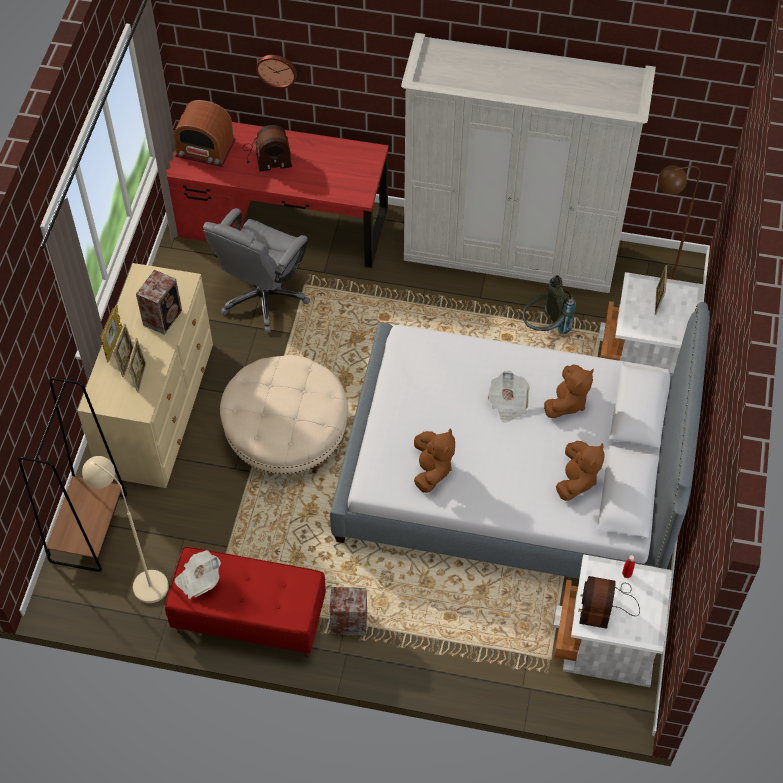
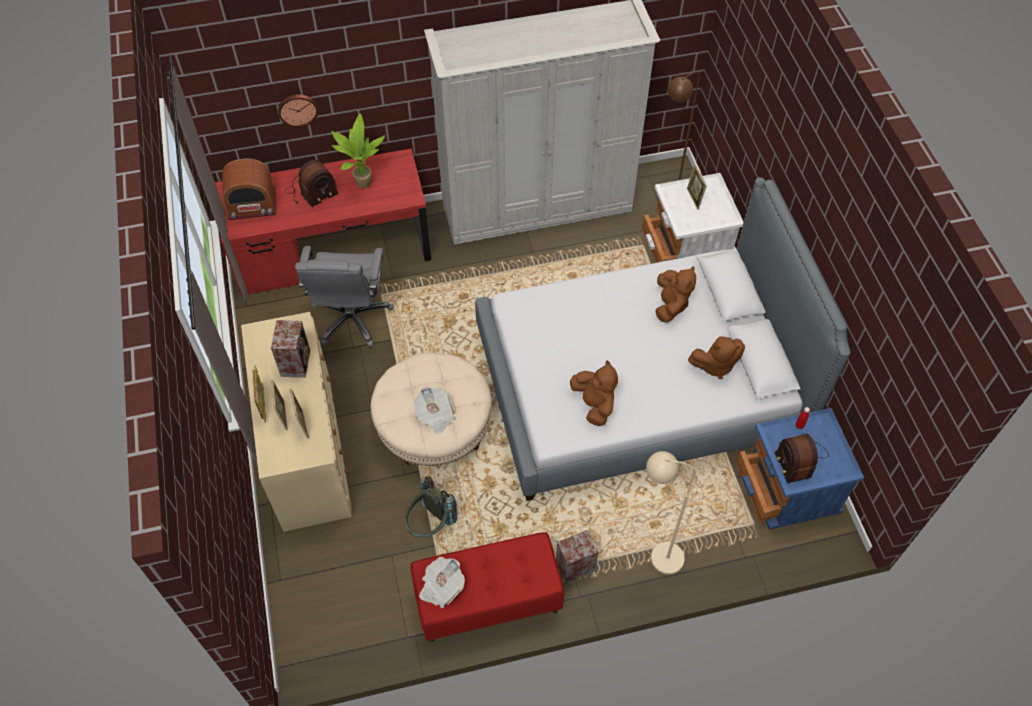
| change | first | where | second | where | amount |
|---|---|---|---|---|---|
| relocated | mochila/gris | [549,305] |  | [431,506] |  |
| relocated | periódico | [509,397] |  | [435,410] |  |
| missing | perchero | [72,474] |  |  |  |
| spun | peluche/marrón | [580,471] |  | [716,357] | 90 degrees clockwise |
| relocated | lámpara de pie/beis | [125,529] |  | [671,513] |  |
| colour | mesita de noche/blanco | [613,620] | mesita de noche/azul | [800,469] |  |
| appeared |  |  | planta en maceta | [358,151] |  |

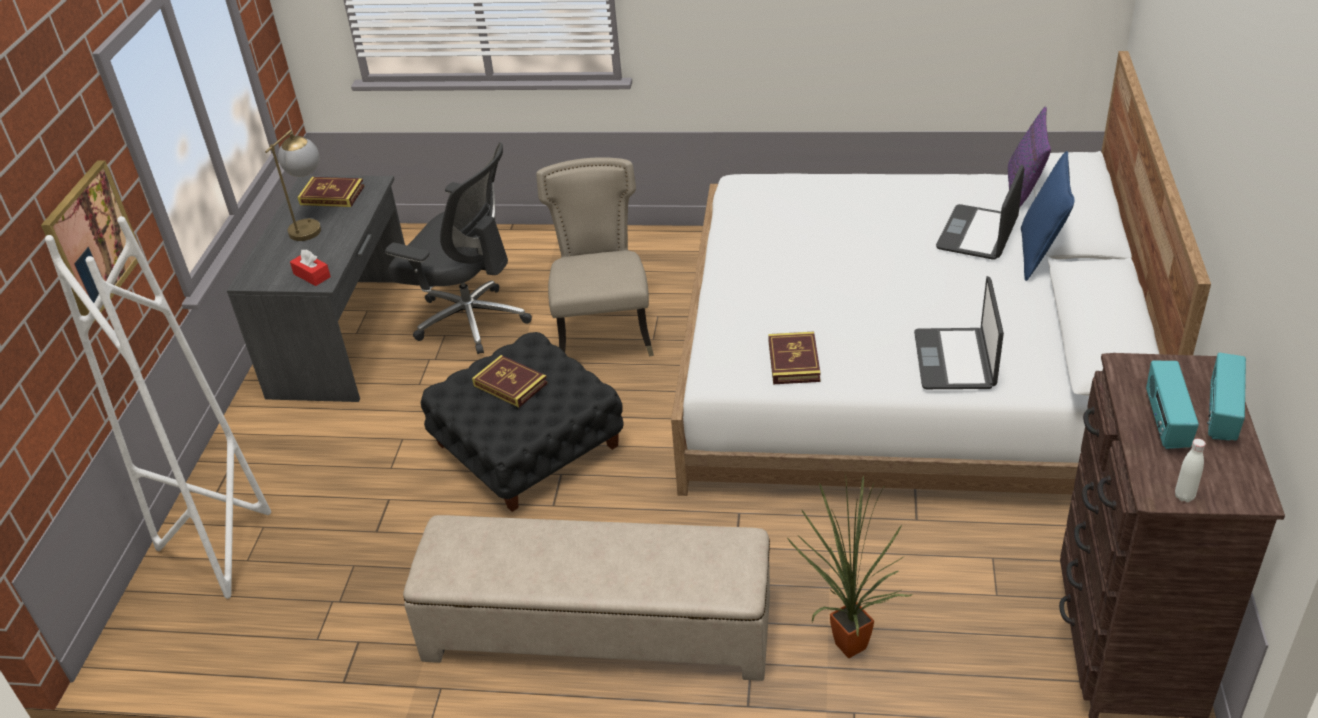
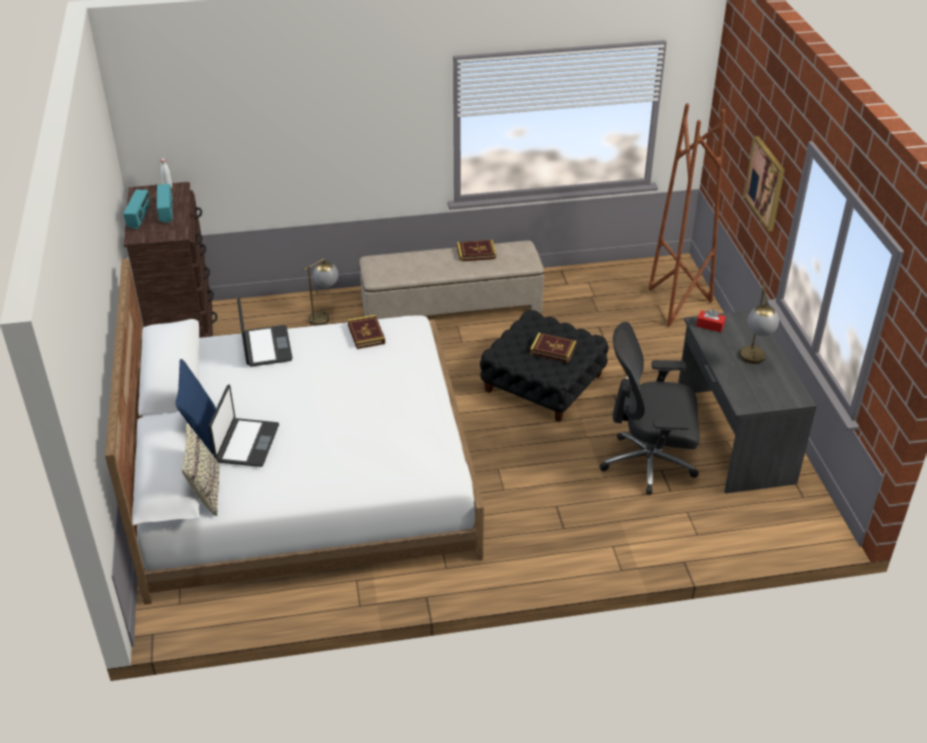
| change | first | where | second | where | amount |
|---|---|---|---|---|---|
| colour | cojín/morado | [1029,157] | cojín/beis | [200,469] |  |
| missing | silla/beis | [595,256] |  |  |  |
| relocated | libro | [331,192] |  | [476,251] |  |
| colour | perchero/blanco | [158,407] | perchero/marrón | [687,214] |  |
| exchanged | planta en maceta | [850,566] | lámpara de mesa | [320,292] |  |

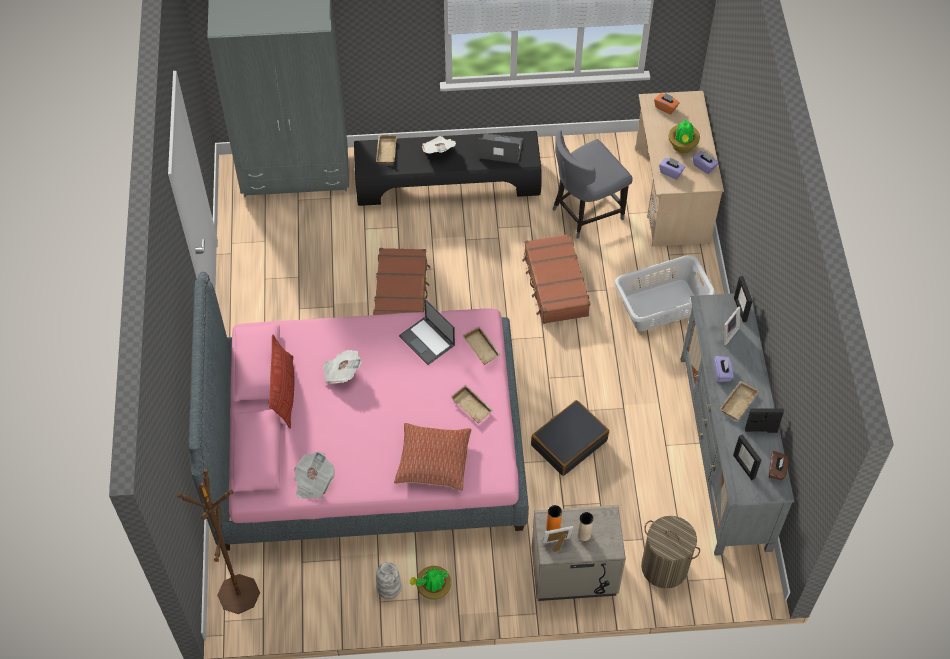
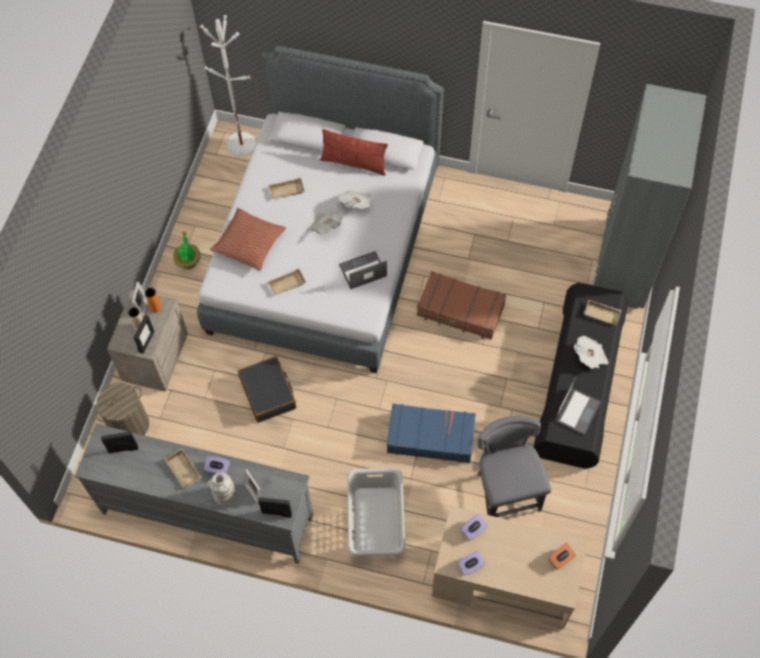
| change | first | where | second | where | amount |
|---|---|---|---|---|---|
| missing | planta en maceta | [684,136] |  |  |  |
| colour | maleta/marrón | [556,279] | maleta/azul | [431,433] |  |
| colour | cama/rosa | [359,411] | cama/gris | [320,209] |  |
| relocated | bandeja/beis | [481,346] |  | [287,188] |  |
| relocated | portarretratos | [764,420] |  | [144,334] |  |
| missing | caja de pañuelos/marrón | [779,465] |  |  |  |
| relocated | periódico | [314,475] |  | [327,223] |  |
| colour | perchero/marrón | [218,541] | perchero/blanco | [228,86] |  |
| relocated | florero/blanco | [389,580] |  | [221,489] |  |

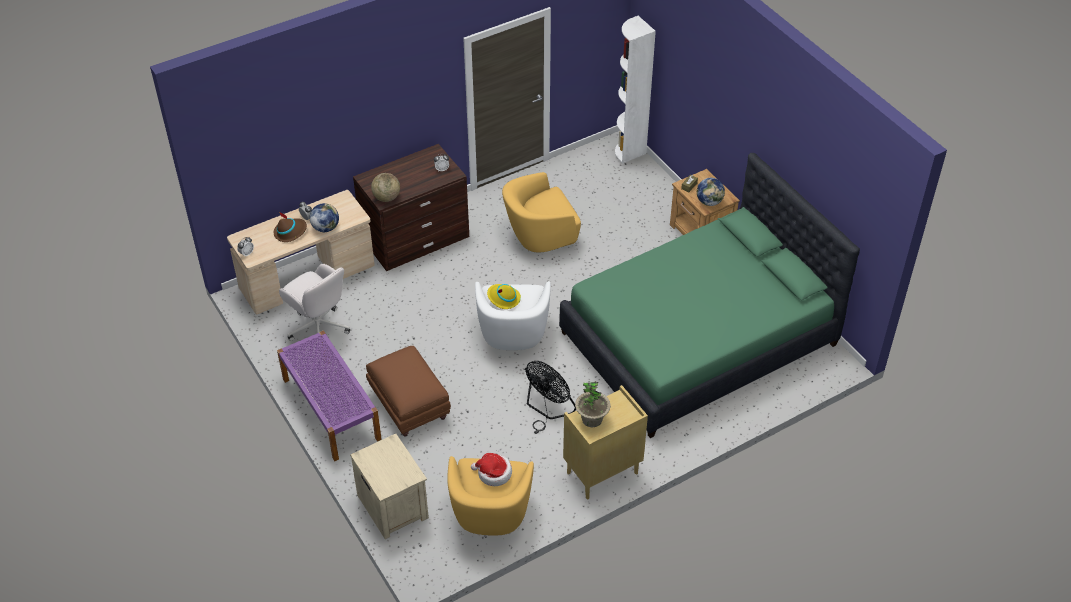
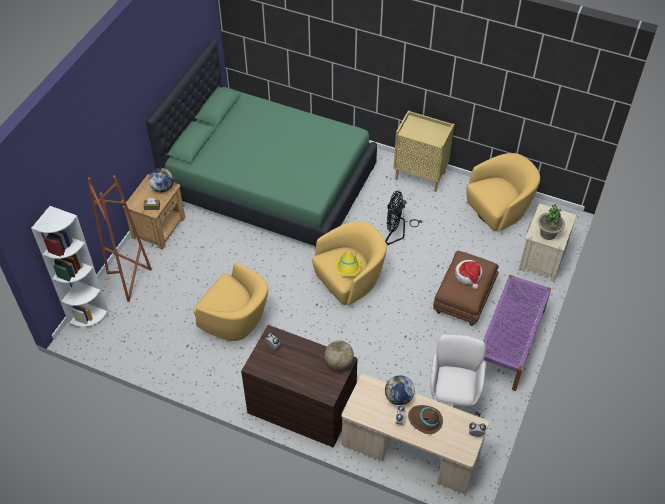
| change | first | where | second | where | amount |
|---|---|---|---|---|---|
| colour | sillón/blanco | [513,315] | sillón/amarillo | [349,263] |  |
| relocated | planta en maceta | [593,404] |  | [551,222] |  |
| relocated | sombrero | [491,469] |  | [468,274] |  |
| appeared |  |  | perchero/marrón | [120,238] |  |

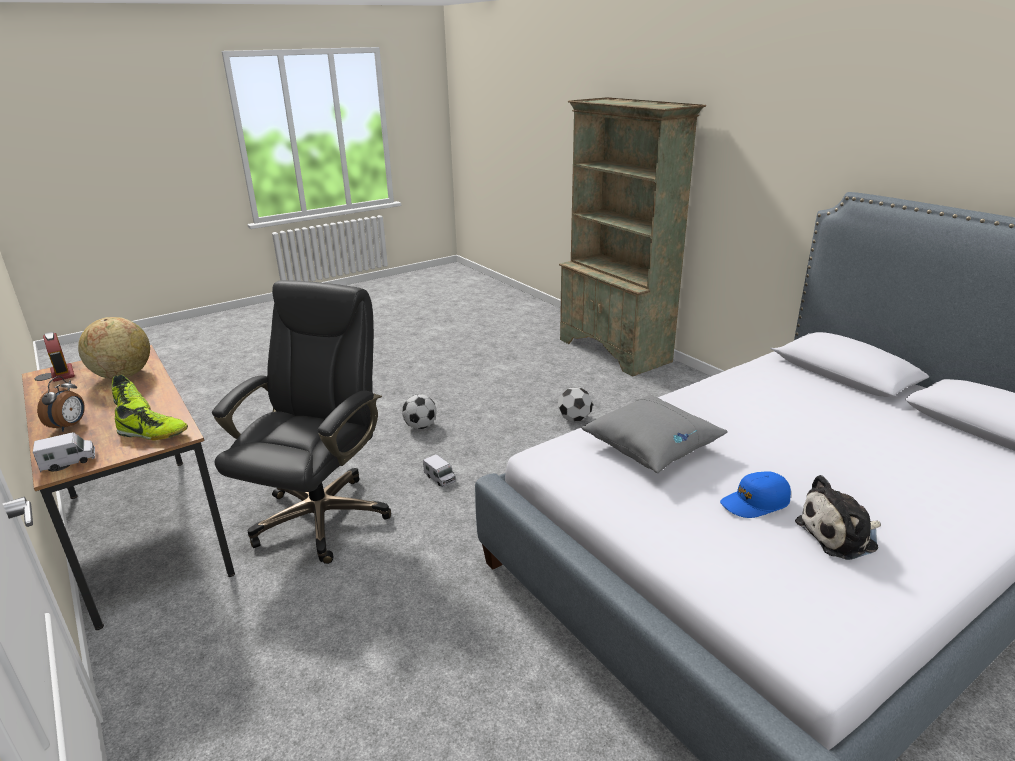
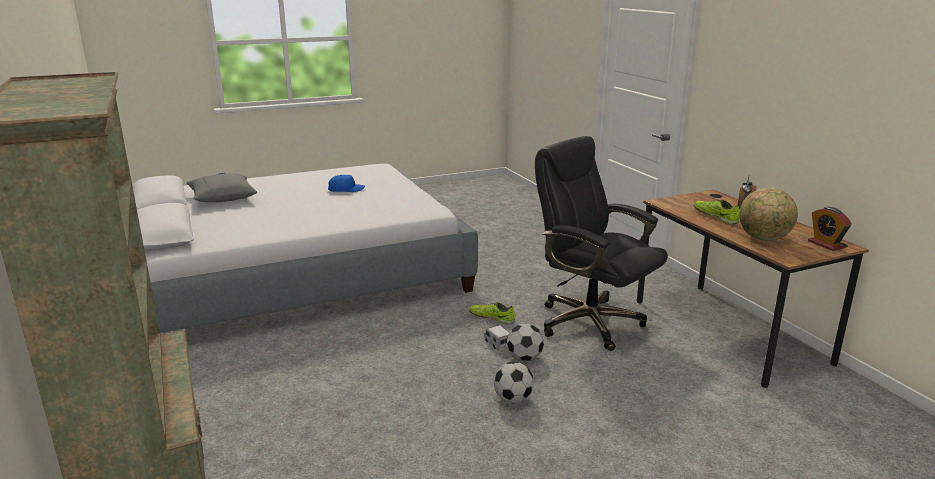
| change | first | where | second | where | amount |
|---|---|---|---|---|---|
| spun | silla de oficina/negro | [301,422] |  | [601,243] | 105 degrees clockwise |
| relocated | balón de fútbol | [575,404] |  | [525,342] |  |
| relocated | cojín/gris | [655,433] |  | [222,187] |  |
| relocated | zapato | [151,422] |  | [492,313] |  |
| missing | camión de juguete | [64,452] |  |  |  |
| missing | peluche | [838,517] |  |  |  |

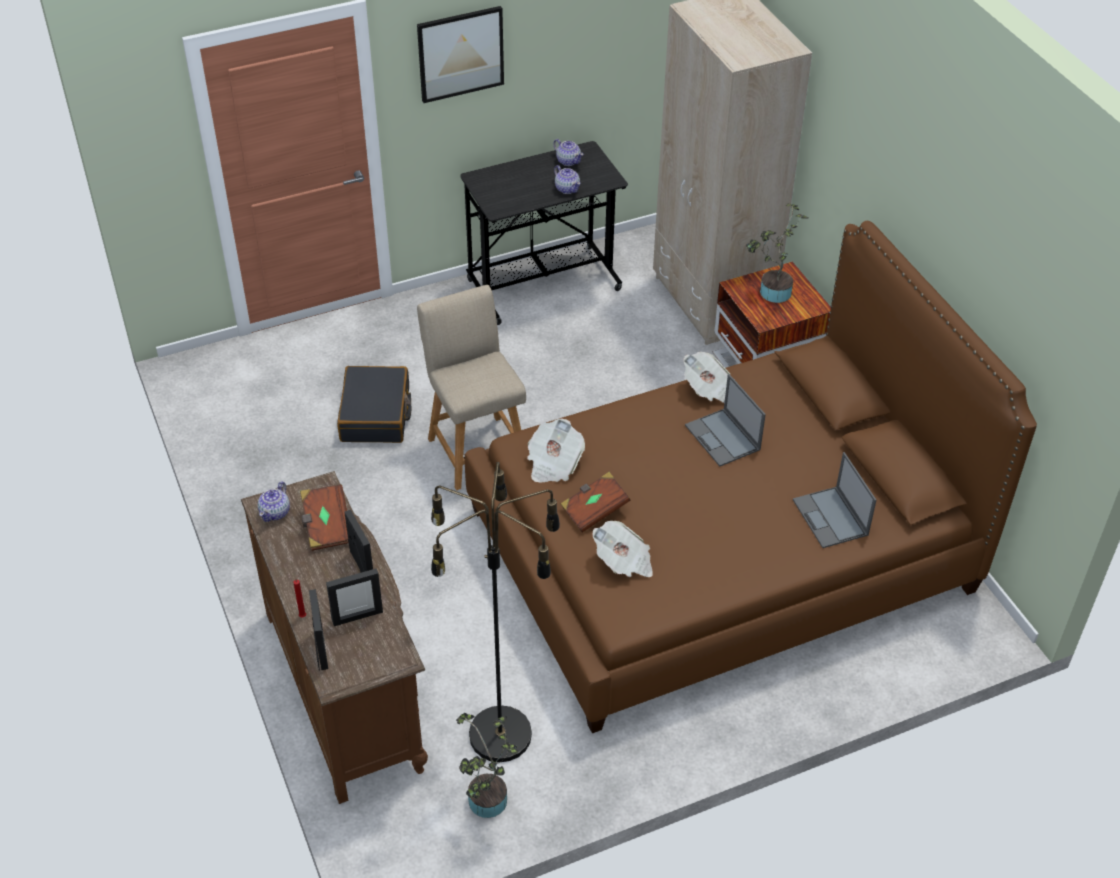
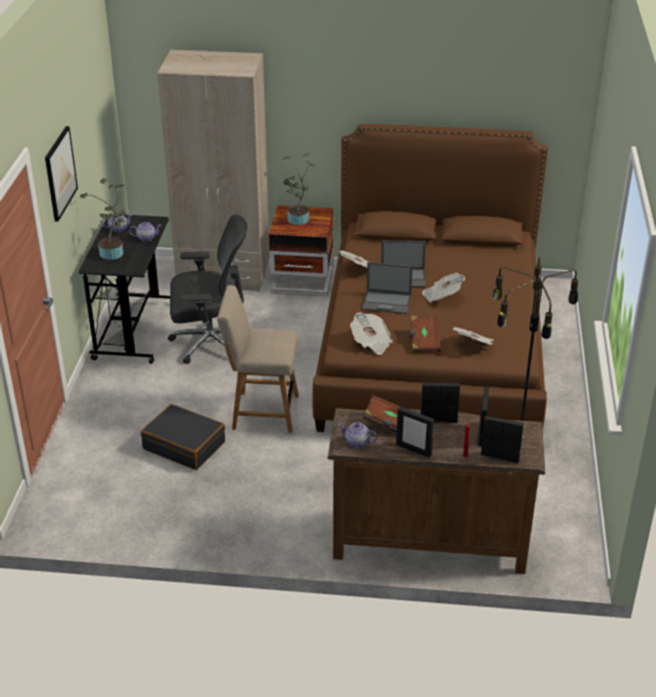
| change | first | where | second | where | amount |
|---|---|---|---|---|---|
| relocated | portátil | [835,500] |  | [387,288] |  |
| spun | tetera | [274,501] |  | [357,435] | 150 degrees clockwise |
| relocated | planta en maceta | [486,765] |  | [103,219] |  |
| appeared |  |  | silla de oficina | [207,289] |  |
| appeared |  |  | periódico | [443,288] |  |
| appeared |  |  | portarretratos | [415,432] |  |

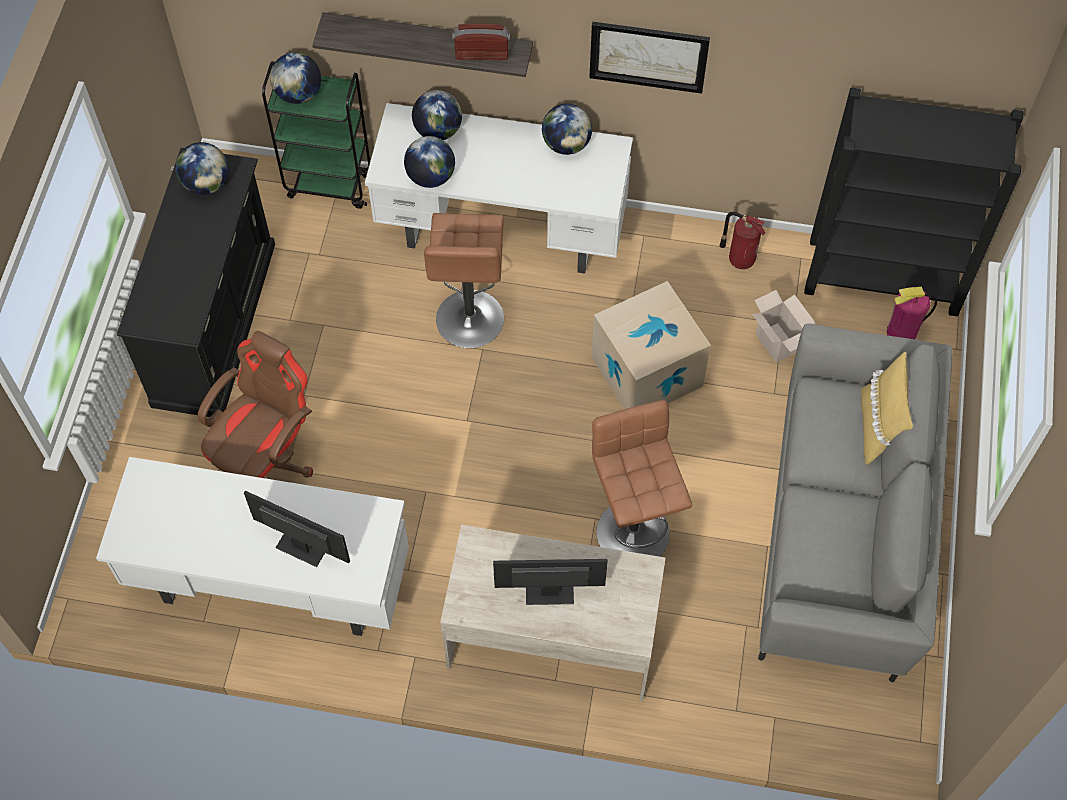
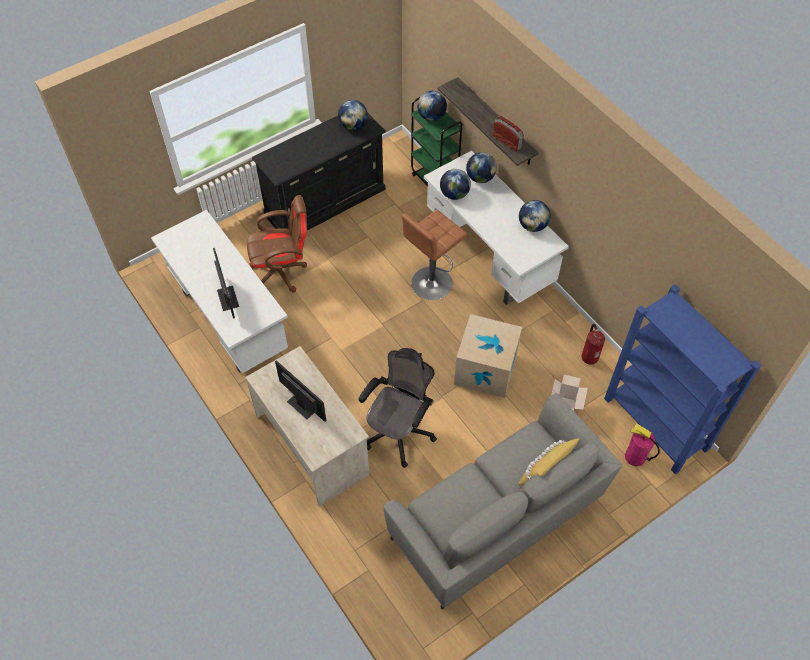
| change | first | where | second | where | amount |
|---|---|---|---|---|---|
| missing | cuadro | [649,58] |  |  |  |
| colour | estantería/negro | [913,202] | estantería/azul | [682,379] |  |
| exchanged | taburete/marrón | [642,478] | silla de oficina | [398,408] |  |

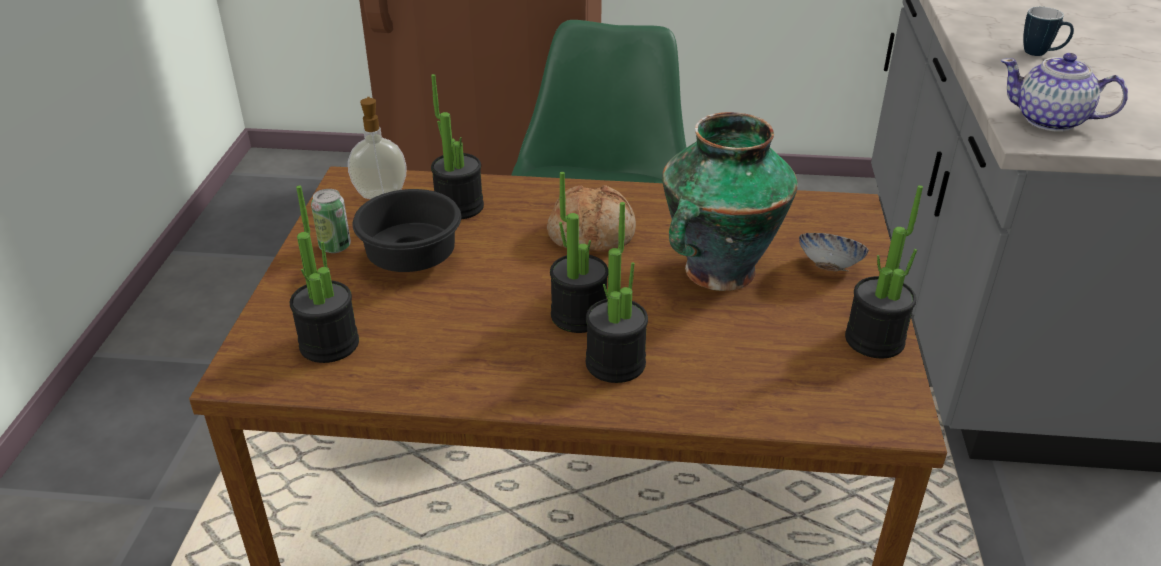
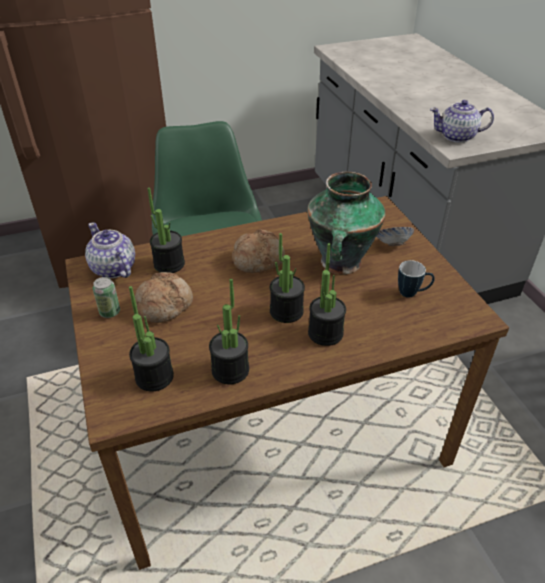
| change | first | where | second | where | amount |
|---|---|---|---|---|---|
| relocated | taza grande | [1049,31] |  | [416,279] |  |
| exchanged | dispensador de jabón | [377,148] | tetera | [110,250] |  |
| relocated | planta en maceta | [884,272] |  | [229,332] |  |
| exchanged | cuenco/negro | [406,230] | pan | [164,297] |  |

